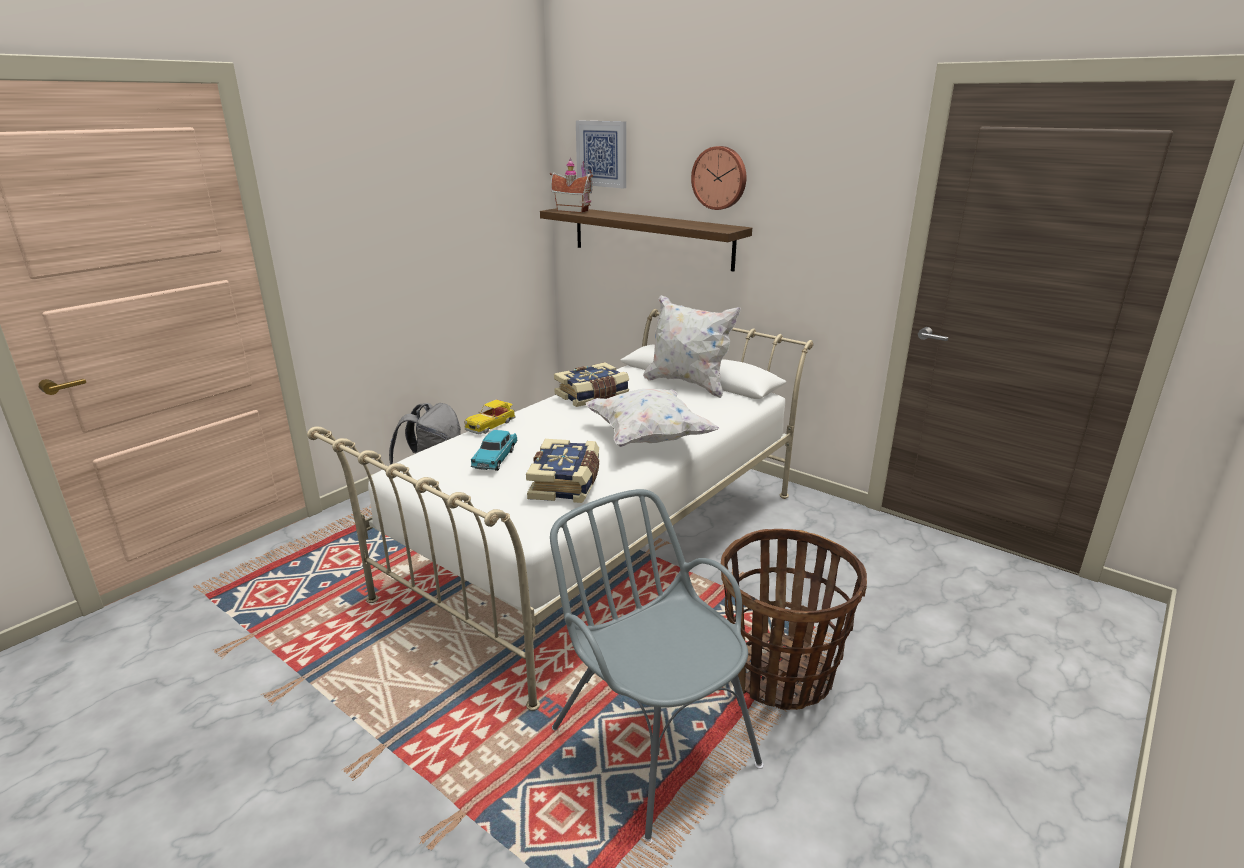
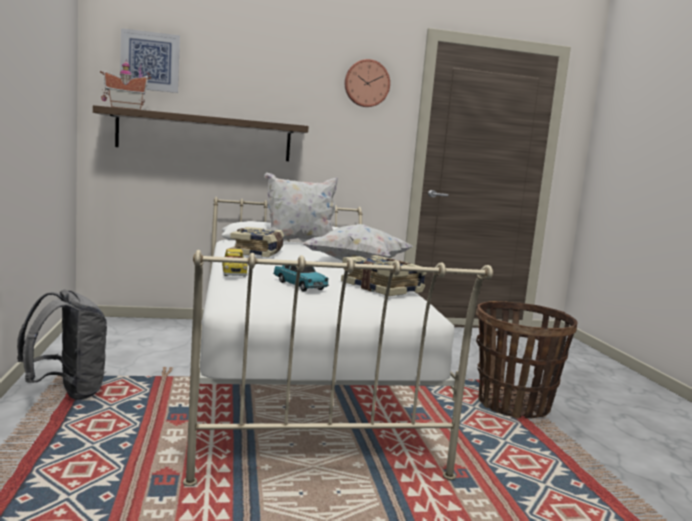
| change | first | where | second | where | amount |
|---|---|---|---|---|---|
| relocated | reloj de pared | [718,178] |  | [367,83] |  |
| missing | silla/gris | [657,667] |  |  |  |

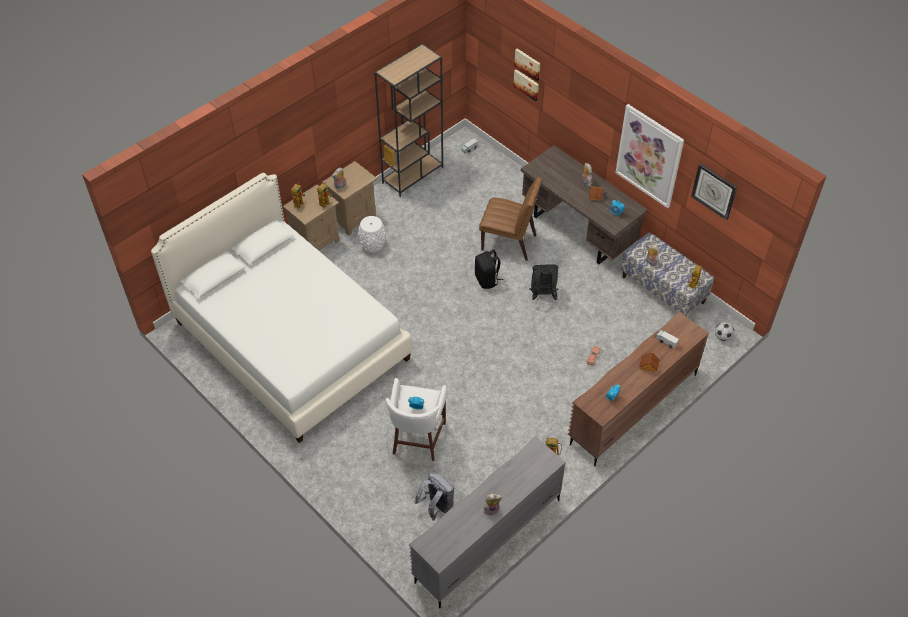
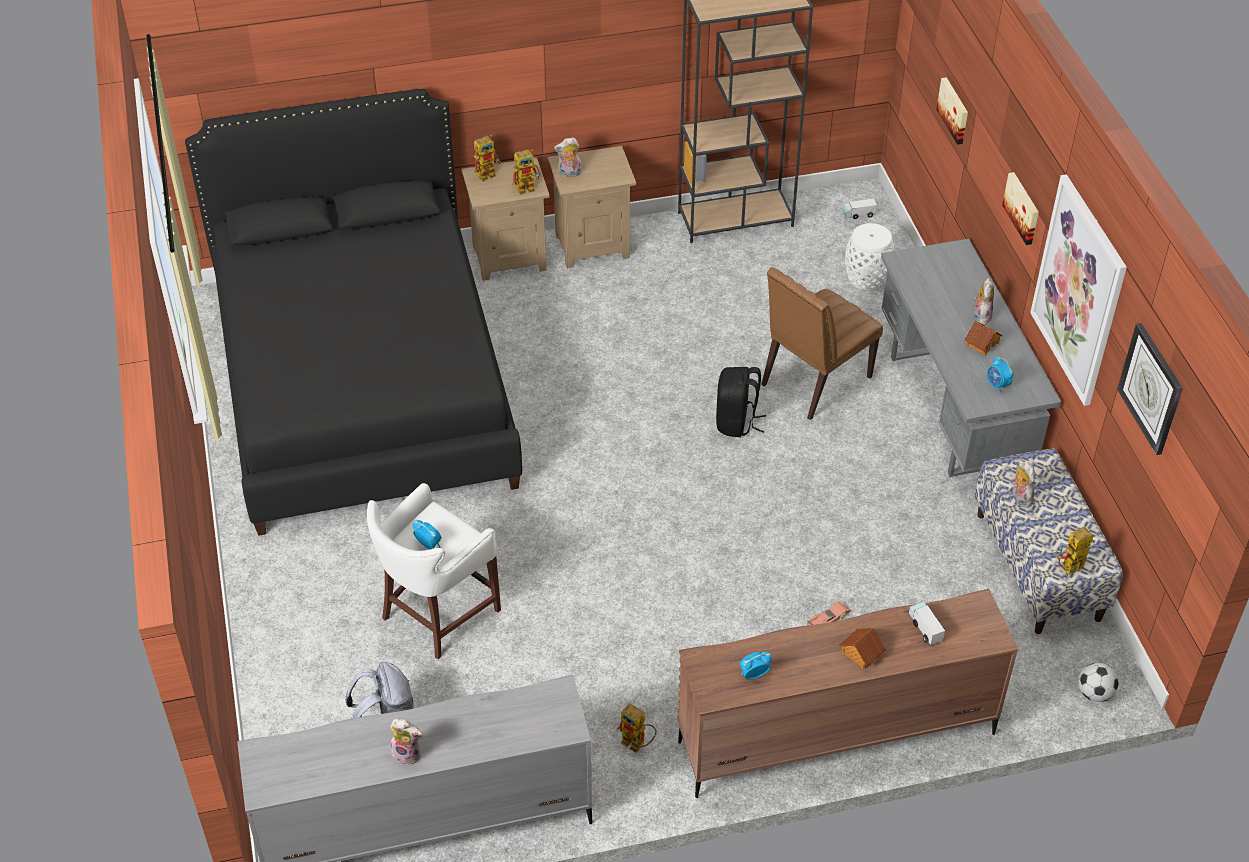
| change | first | where | second | where | amount |
|---|---|---|---|---|---|
| relocated | cuadro | [527,65] |  | [1020,208] |  |
| colour | escritorio/marrón | [584,204] | escritorio/gris | [971,358] |  |
| colour | cama/blanco | [281,308] | cama/negro | [353,312] |  |
| spun | silla/marrón | [511,219] |  | [822,343] | 90 degrees clockwise |
| relocated | taburete/blanco | [372,234] |  | [869,257] |  |
| missing | mochila/negro | [544,282] |  |  |  |

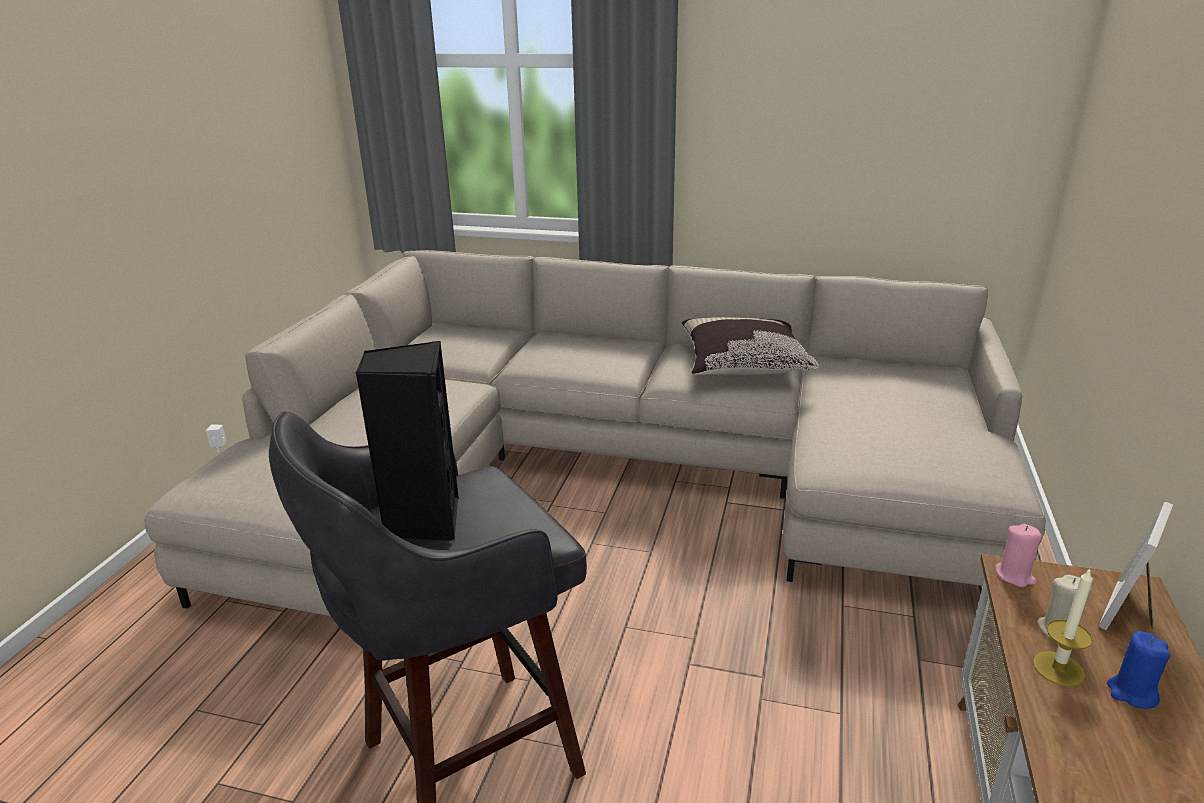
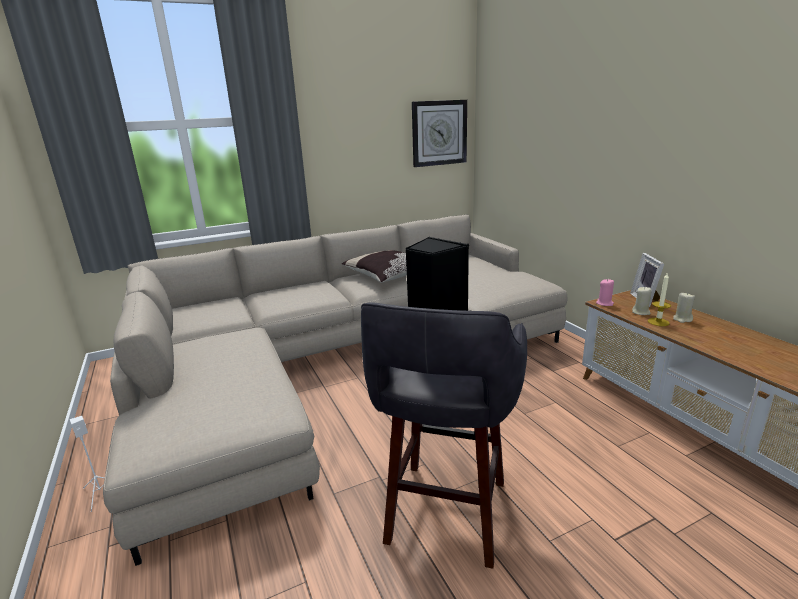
| change | first | where | second | where | amount |
|---|---|---|---|---|---|
| colour | vela/azul | [1138,670] | vela/beis | [684,308] |  |
| appeared |  |  | reloj de pared | [439,133] |  |

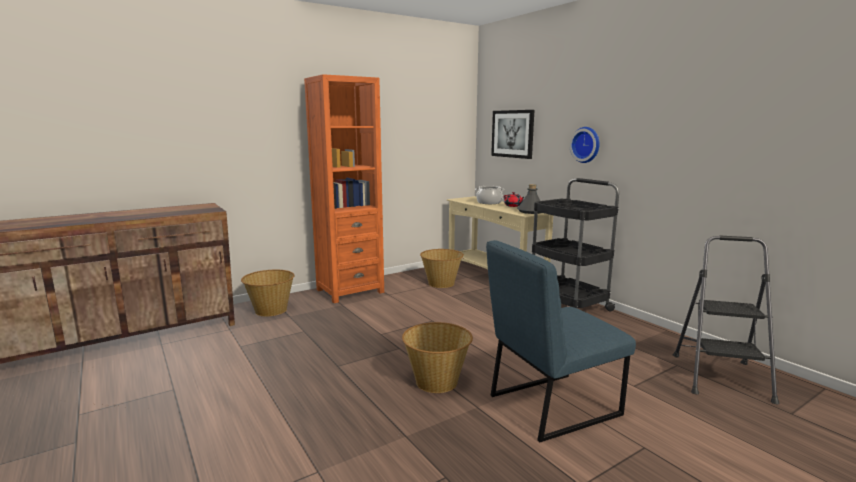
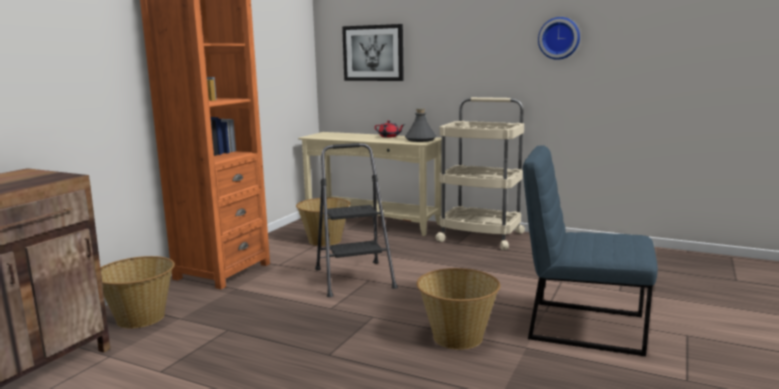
| change | first | where | second | where | amount |
|---|---|---|---|---|---|
| relocated | reloj de pared | [585,145] |  | [559,38] |  |
| colour | carrito/negro | [575,245] | carrito/beis | [480,173] |  |
| missing | olla | [489,195] |  |  |  |
| relocated | escalera de tijera/negro | [726,320] |  | [356,220] |  |
| spun | silla/azul | [561,341] |  | [590,250] | 75 degrees clockwise |

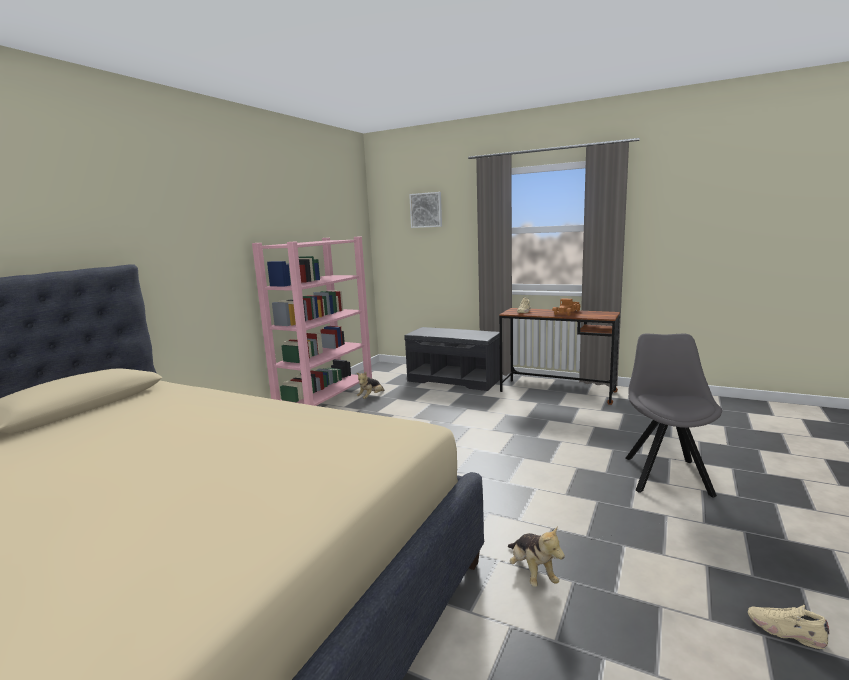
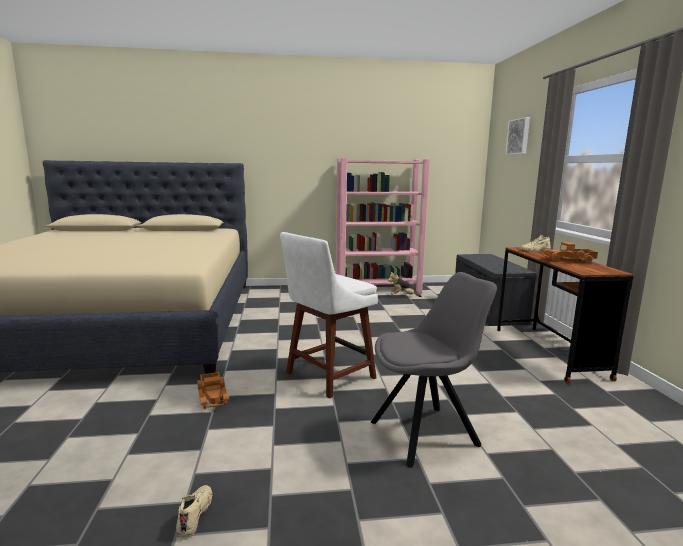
| change | first | where | second | where | amount |
|---|---|---|---|---|---|
| exchanged | peluche | [536,557] | camión de juguete | [213,390] |  |
| appeared |  |  | silla/blanco | [329,315] |  |

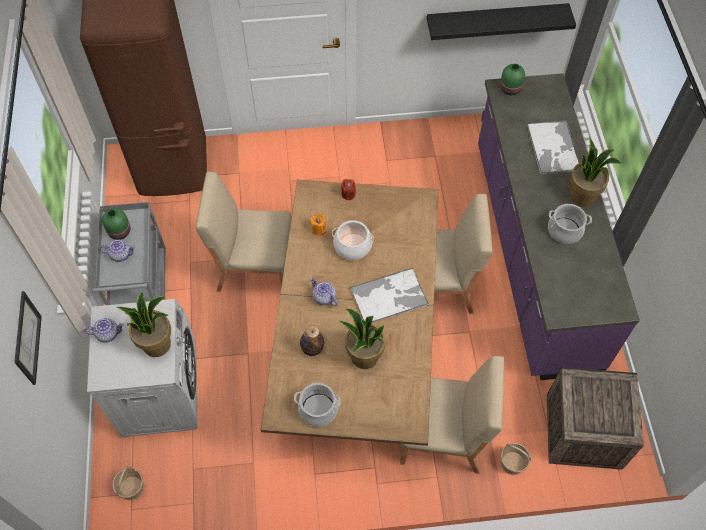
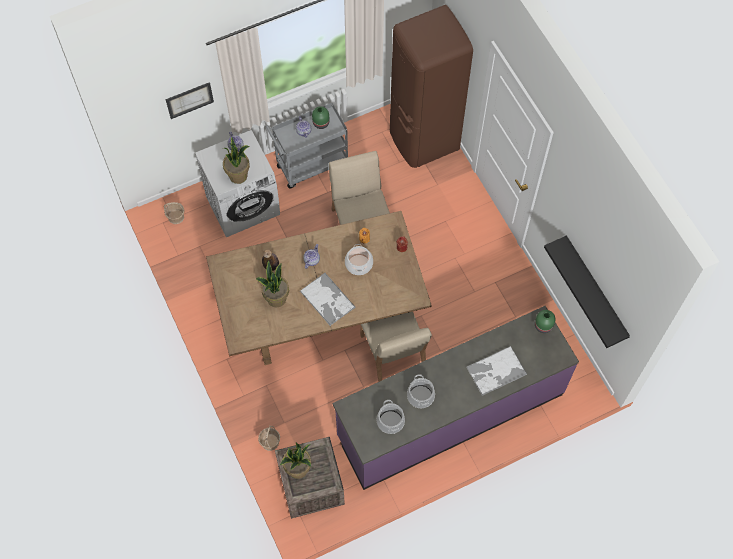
| change | first | where | second | where | amount |
|---|---|---|---|---|---|
| relocated | planta en maceta | [596,172] |  | [295,461] |  |
| missing | silla/beis | [452,415] |  |  |  |
| relocated | olla | [317,405] |  | [391,417] |  |

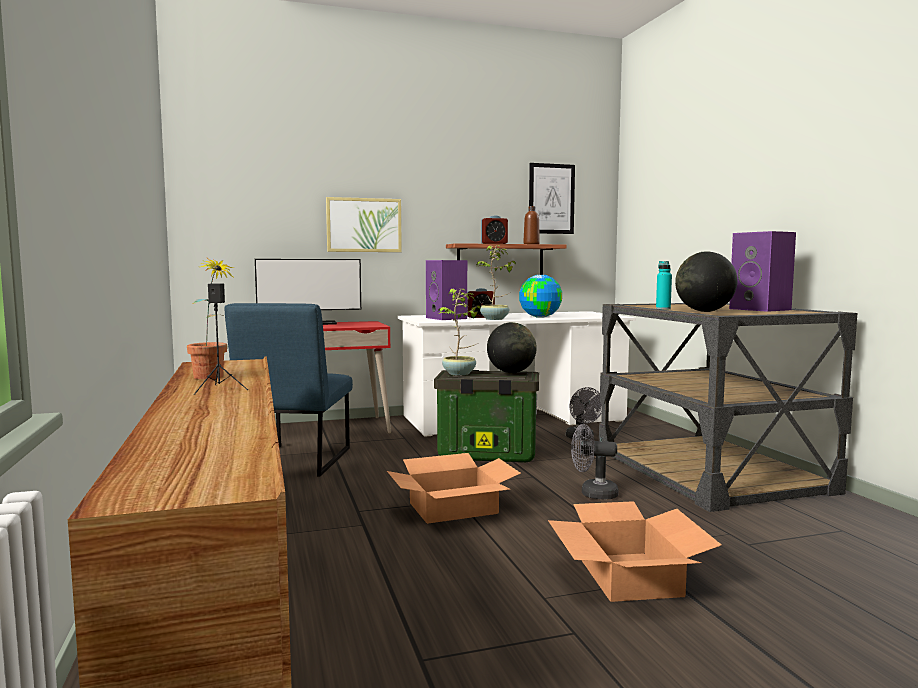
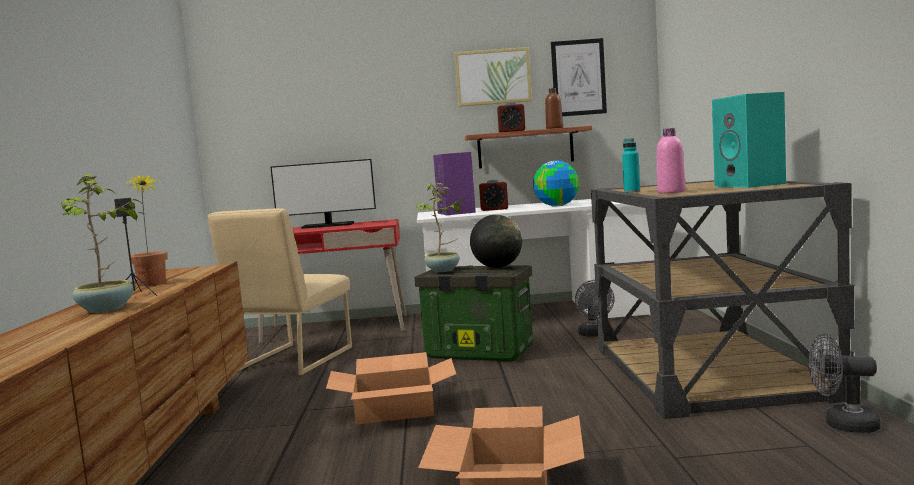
| change | first | where | second | where | amount |
|---|---|---|---|---|---|
| relocated | cuadro | [364,224] |  | [493,77] |  |
| colour | altavoz/morado | [762,271] | altavoz/turquesa | [749,140] |  |
| relocated | planta en maceta | [496,282] |  | [100,243] |  |
| exchanged | globo terráqueo | [706,281] | botella/rosa | [671,160] |  |
| colour | silla/azul | [289,389] | silla/beis | [280,291] |  |
| relocated | ventilador/gris | [595,461] |  | [845,383] |  |

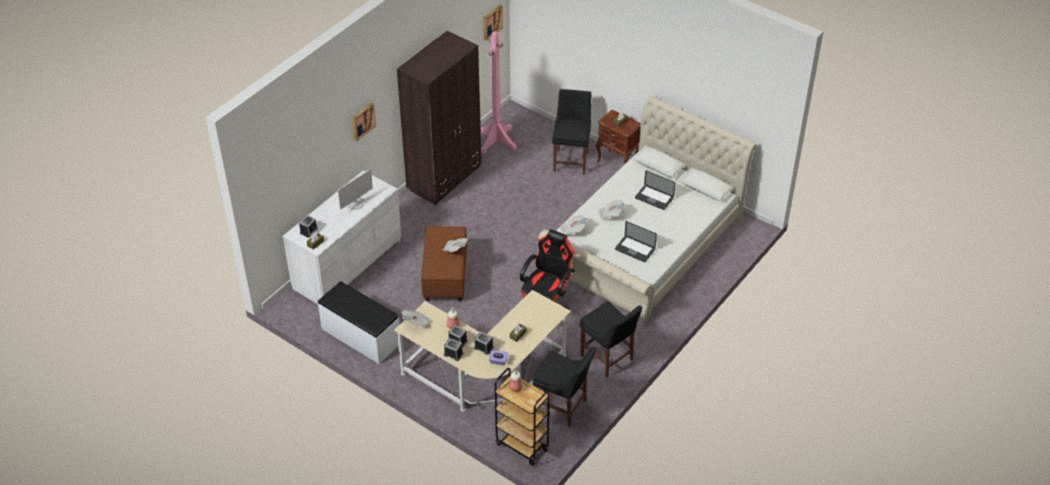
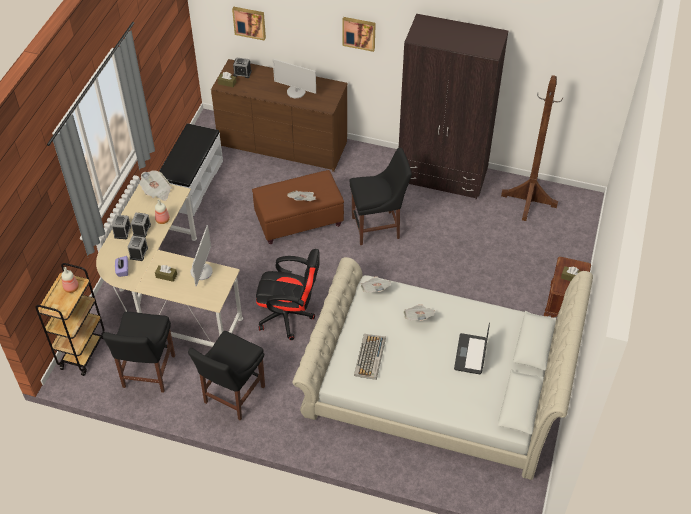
| change | first | where | second | where | amount |
|---|---|---|---|---|---|
| relocated | cuadro | [493,23] |  | [249,24] |  |
| colour | perchero/rosa | [499,92] | perchero/marrón | [532,148] |  |
| relocated | silla/negro | [571,132] |  | [380,196] |  |
| colour | cómoda/blanco | [342,237] | cómoda/marrón | [279,115] |  |
| exchanged | portátil | [636,241] | teclado | [370,357] |  |
| appeared |  |  | monitor | [202,256] |  |

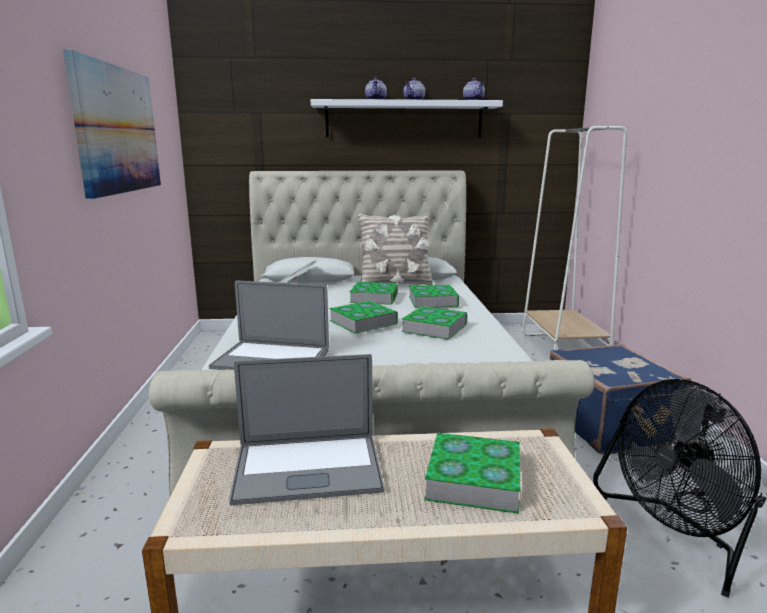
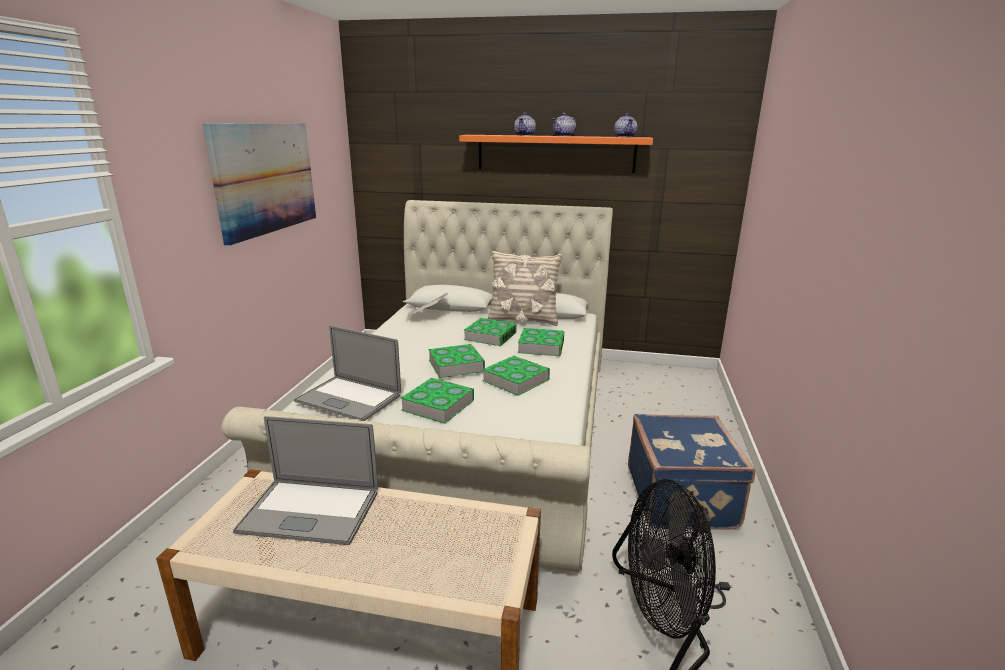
| change | first | where | second | where | amount |
|---|---|---|---|---|---|
| colour | estante/blanco | [407,118] | estante/naranja | [556,154] |  |
| missing | perchero | [574,238] |  |  |  |
| relocated | libro | [472,473] |  | [437,401] |  |

